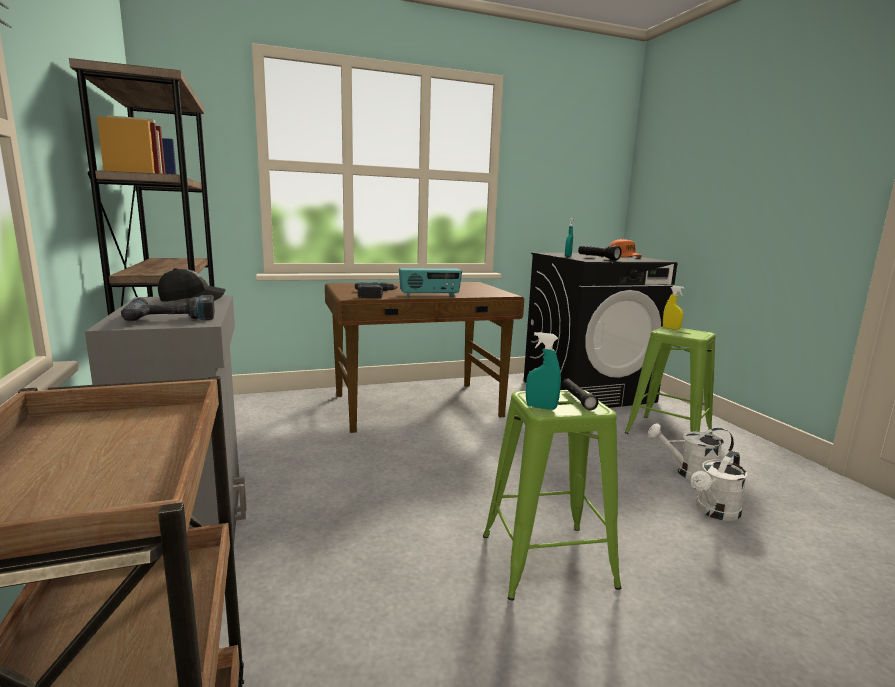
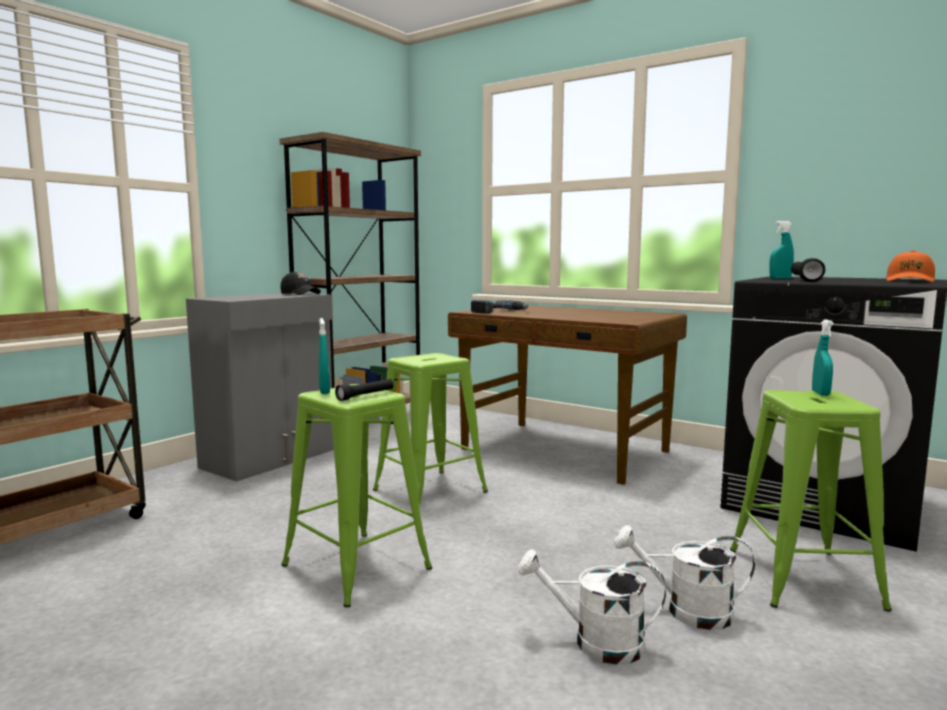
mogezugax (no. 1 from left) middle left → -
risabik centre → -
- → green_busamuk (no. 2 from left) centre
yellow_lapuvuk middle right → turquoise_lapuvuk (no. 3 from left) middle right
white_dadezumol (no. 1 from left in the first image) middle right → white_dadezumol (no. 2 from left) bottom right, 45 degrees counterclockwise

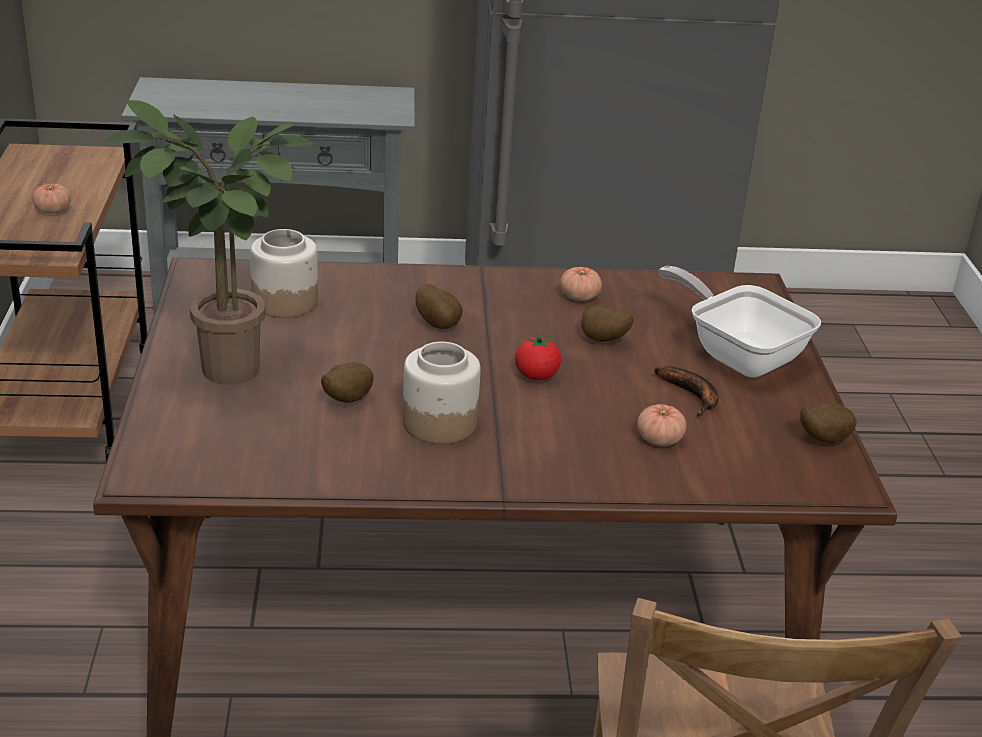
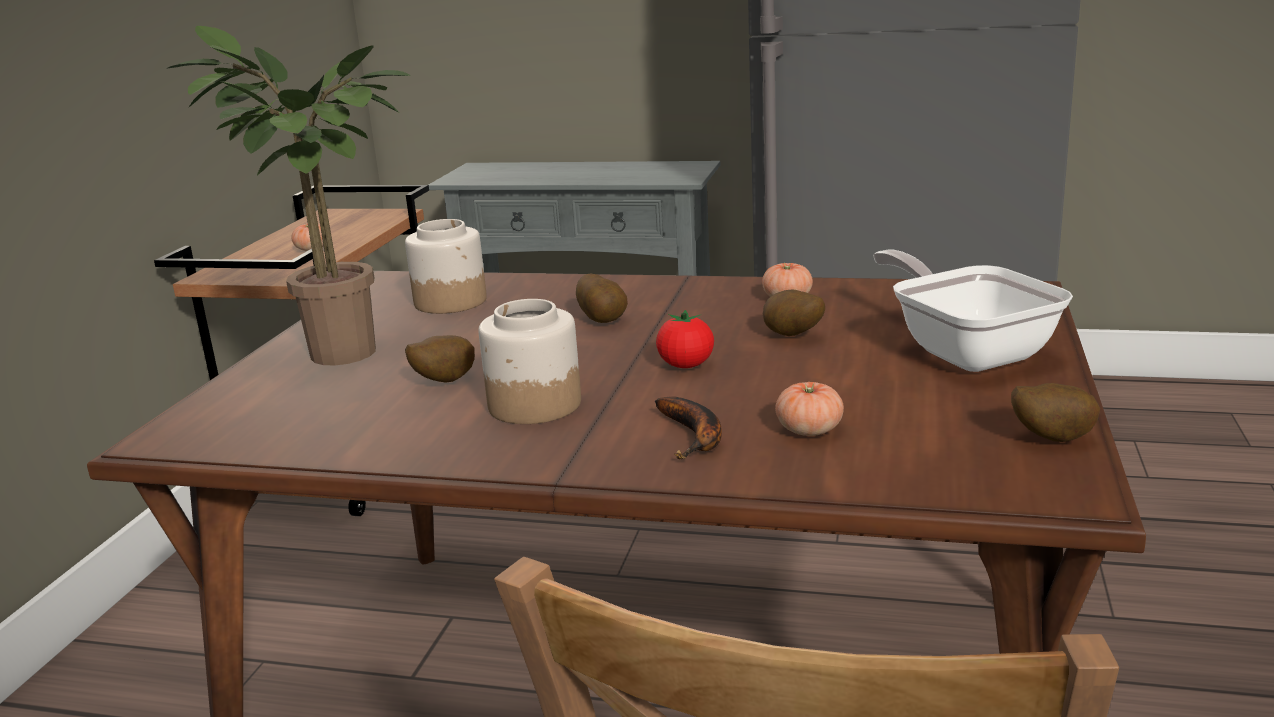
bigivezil middle right → bigivezil centre, relocated

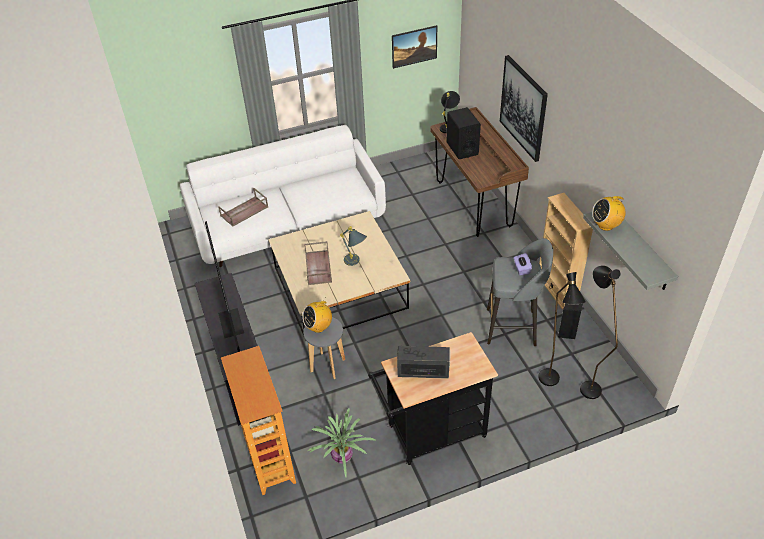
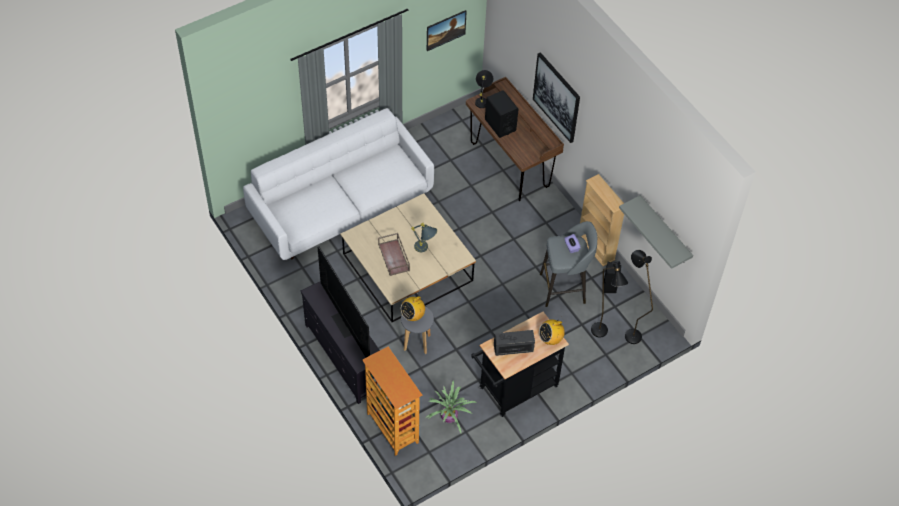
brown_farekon (no. 1 from left) middle left → -
risabik (no. 3 from left) middle right → risabik (no. 3 from left) centre, relocated

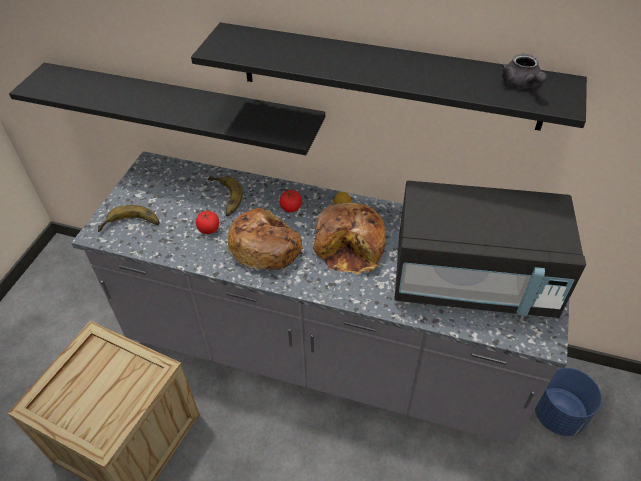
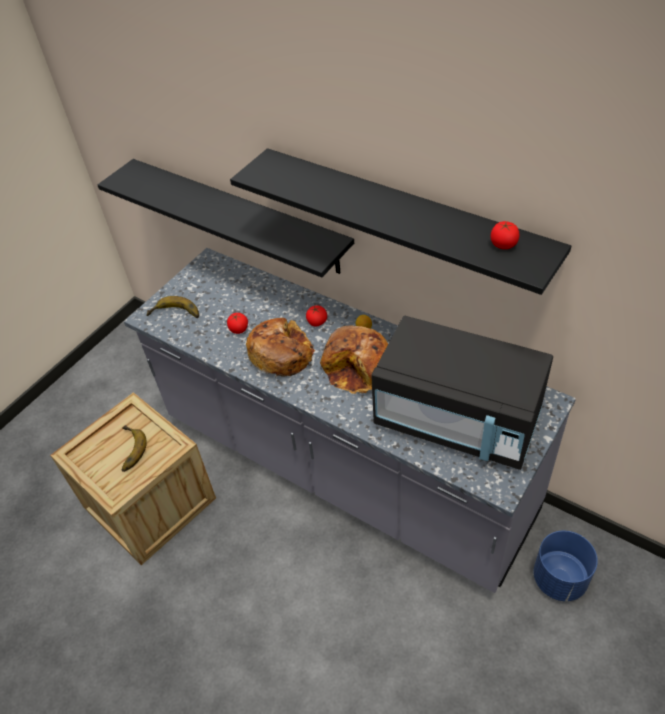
bigivezil (no. 2 from left in the first image) centre → bigivezil (no. 1 from left) middle left, relocated
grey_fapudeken top right → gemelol (no. 3 from left) top right

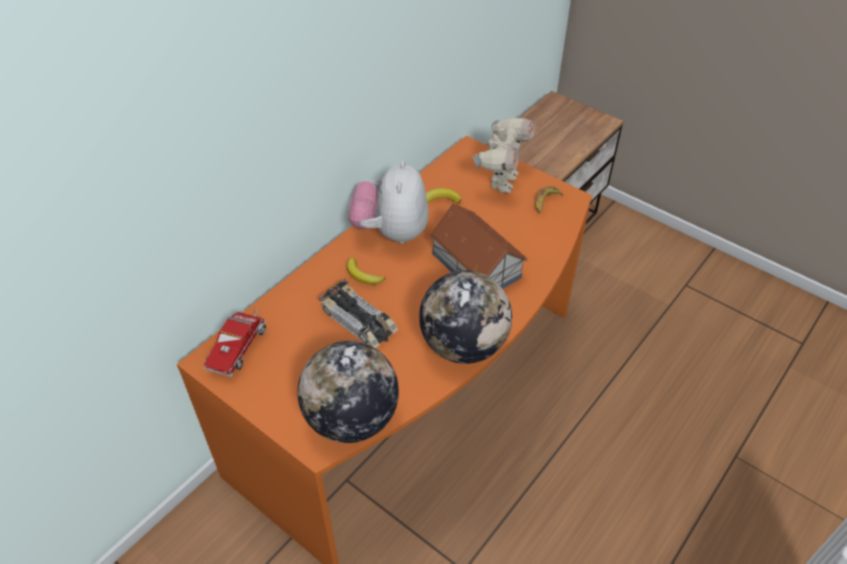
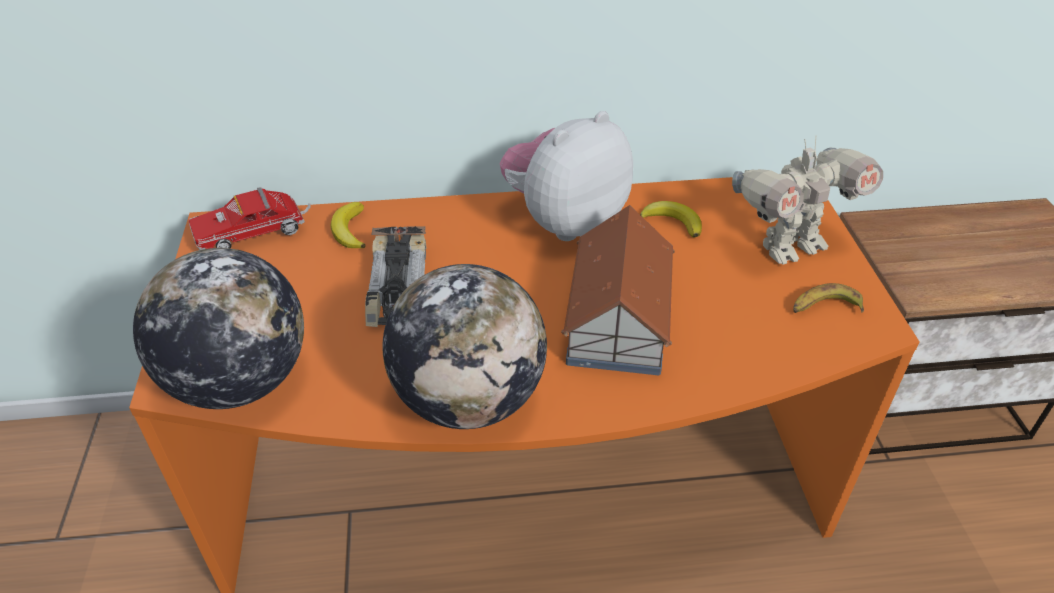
bigivezil (no. 1 from left) centre → bigivezil (no. 1 from left) middle left, relocated

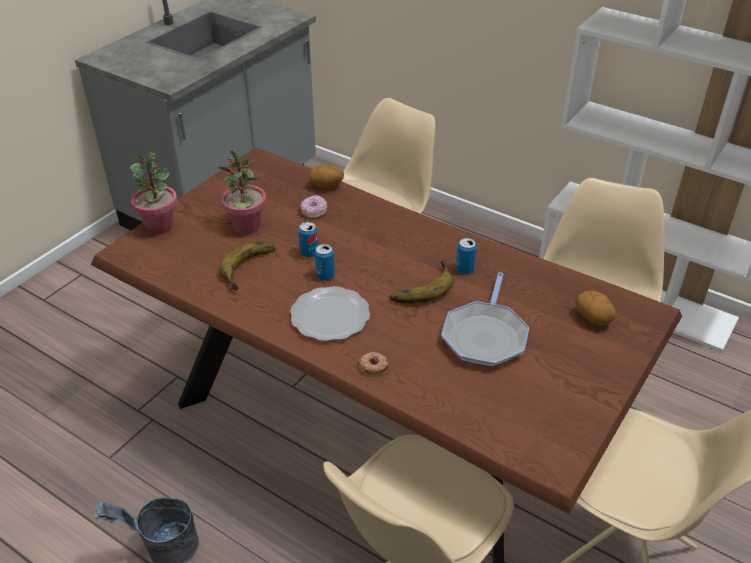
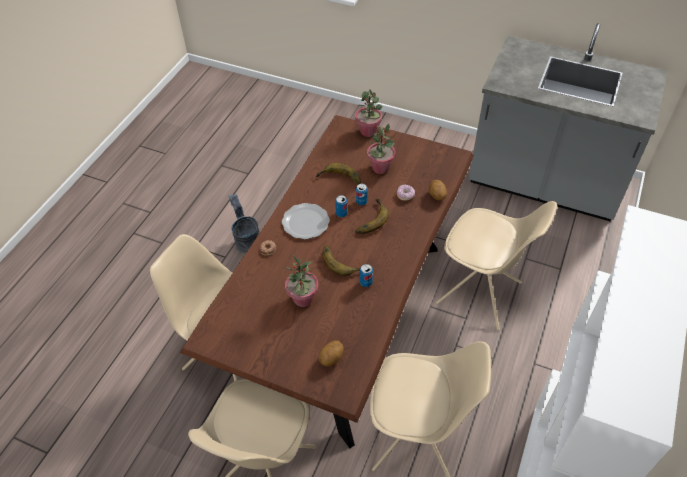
- → bigivezil (no. 3 from left) centre
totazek centre → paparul (no. 1 from left) centre

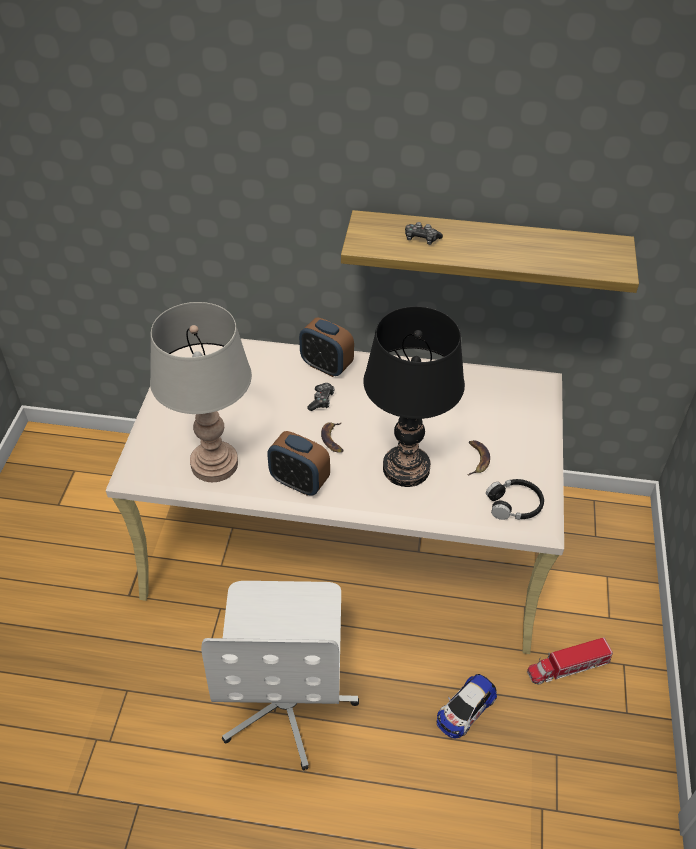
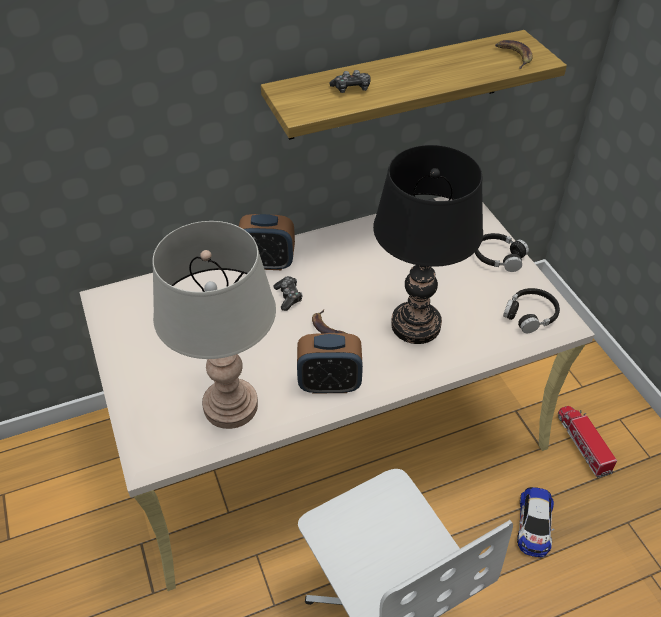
- → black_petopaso (no. 1 from left) middle right
bigivezil (no. 2 from left) middle right → bigivezil (no. 2 from left) top right, relocated
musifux bottom right, 120 degrees clockwise

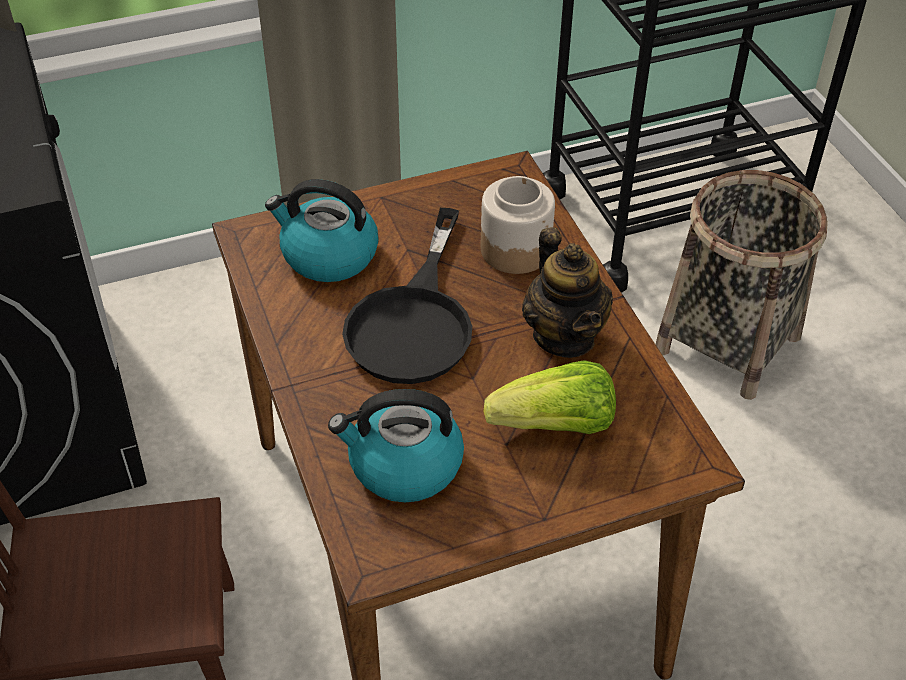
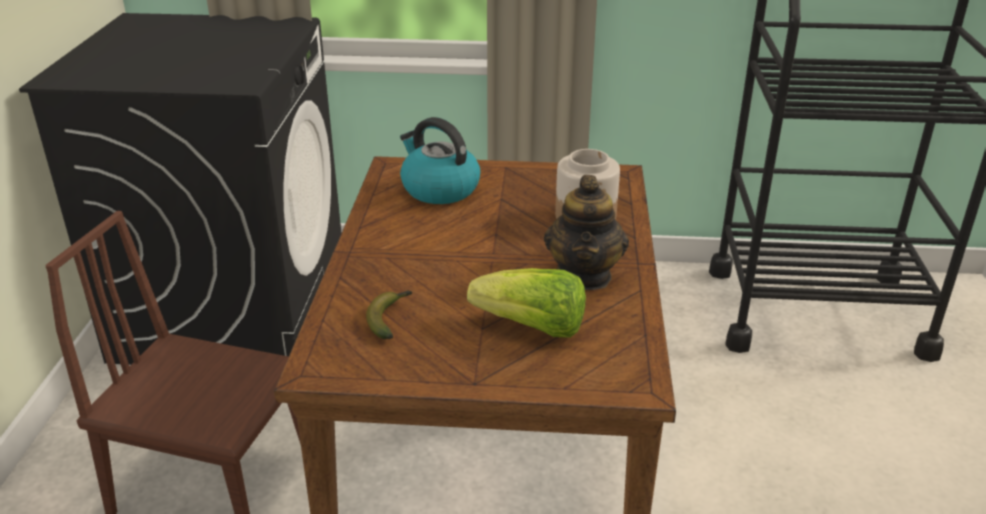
black_totazek centre → -
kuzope middle right → -
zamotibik (no. 2 from left) centre → bigivezil centre

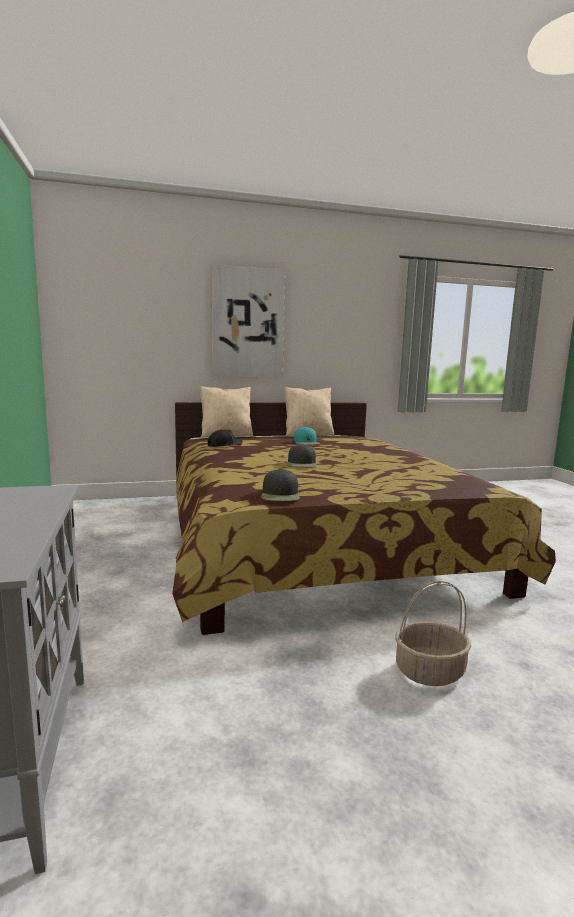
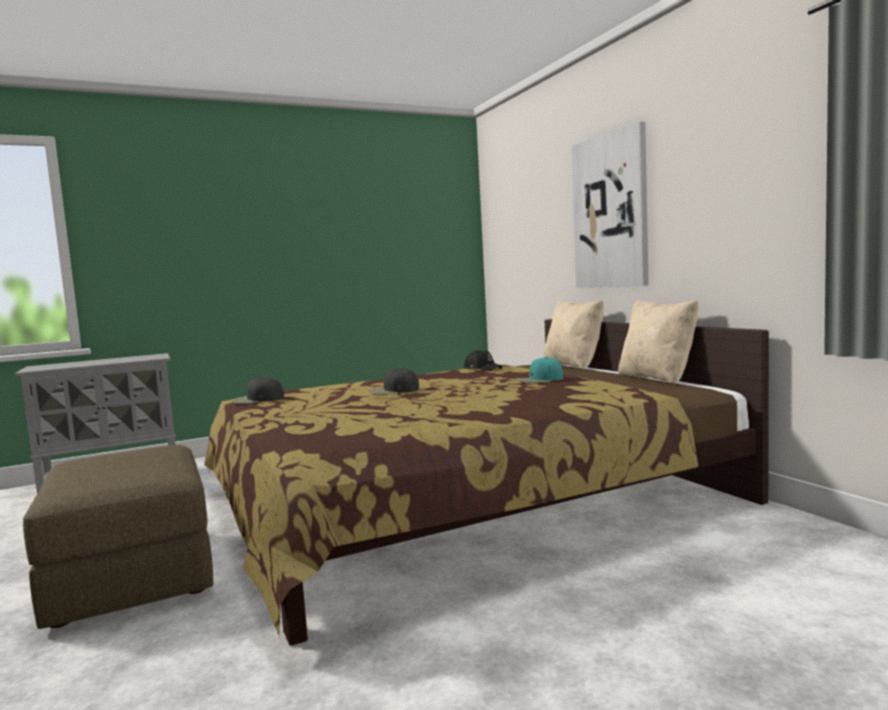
kuzope bottom right → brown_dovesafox bottom left

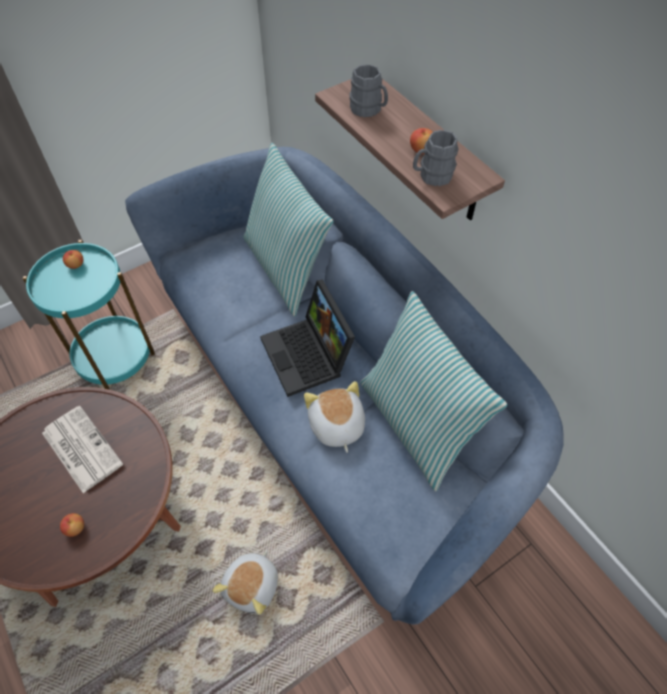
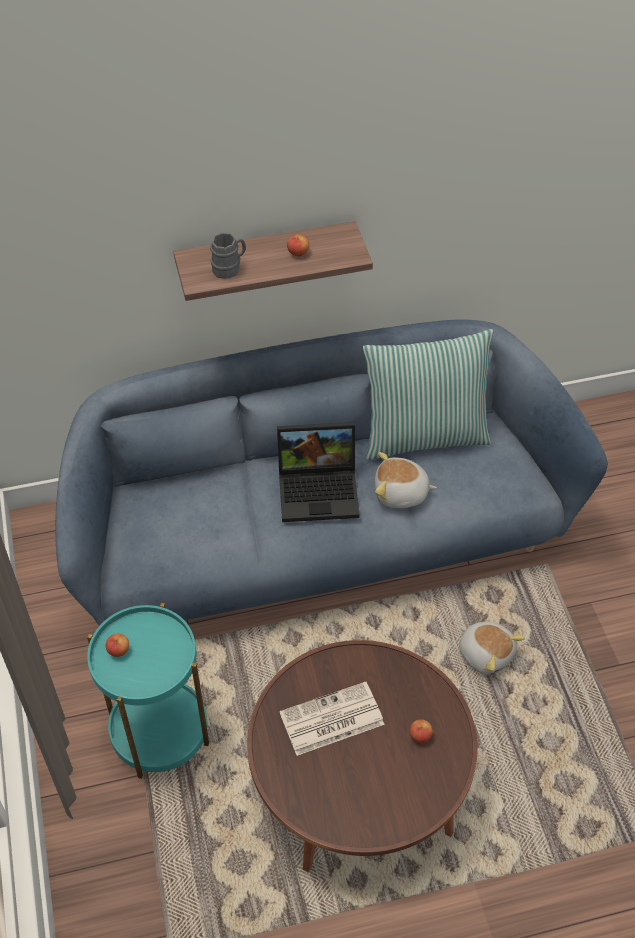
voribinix (no. 1 from left) top centre → -
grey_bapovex (no. 2 from left) top centre → -

